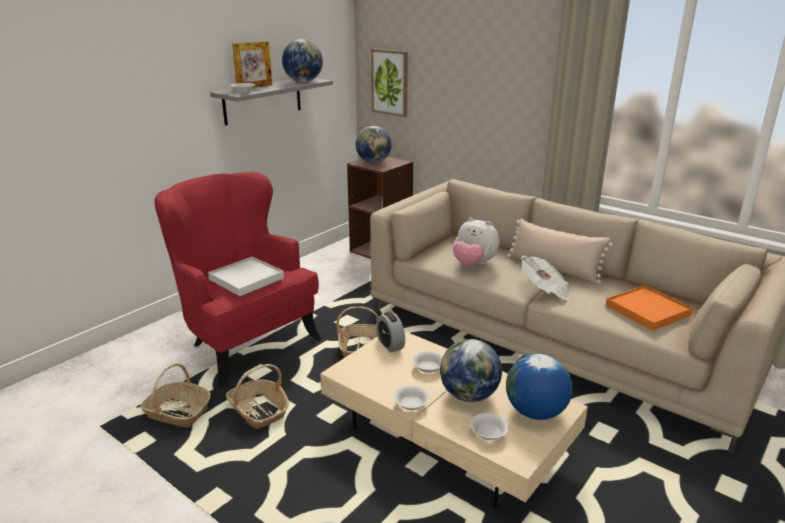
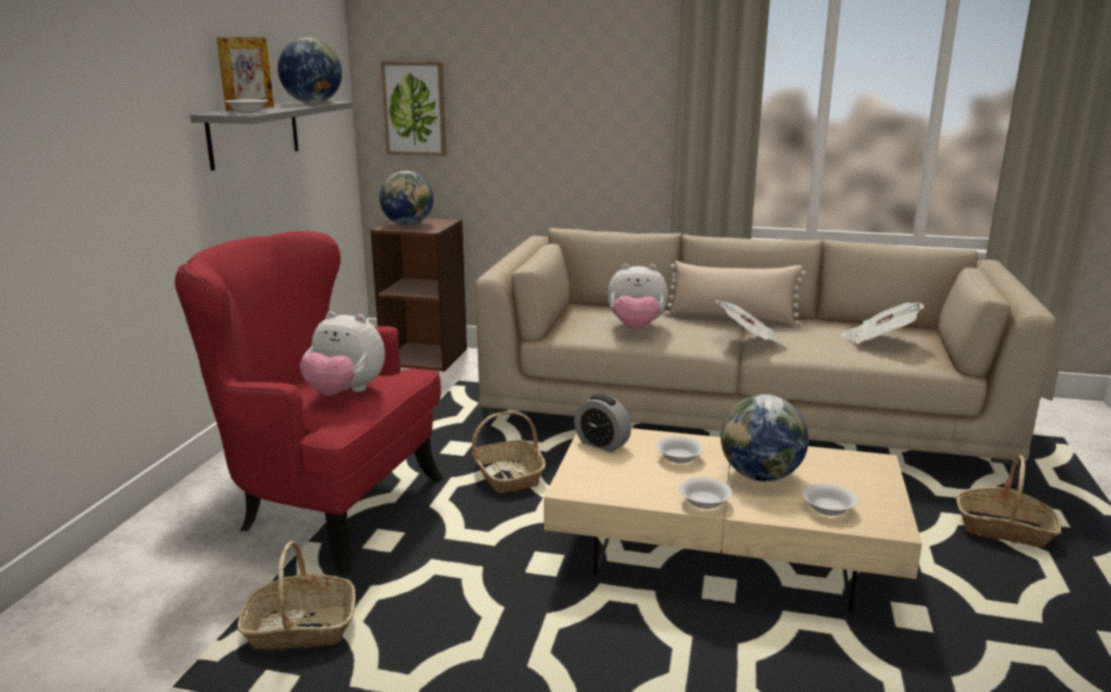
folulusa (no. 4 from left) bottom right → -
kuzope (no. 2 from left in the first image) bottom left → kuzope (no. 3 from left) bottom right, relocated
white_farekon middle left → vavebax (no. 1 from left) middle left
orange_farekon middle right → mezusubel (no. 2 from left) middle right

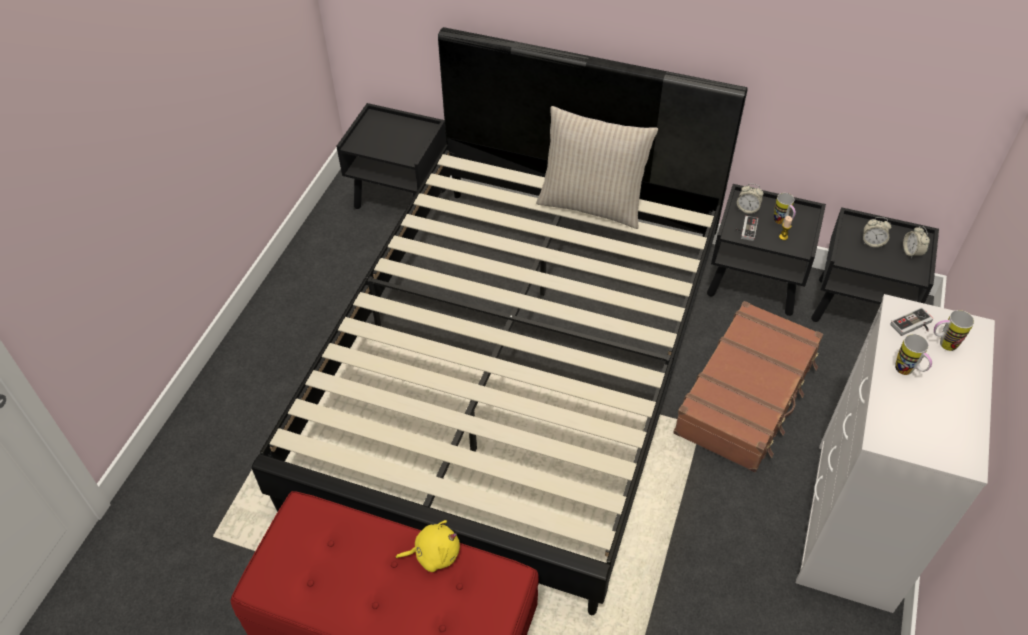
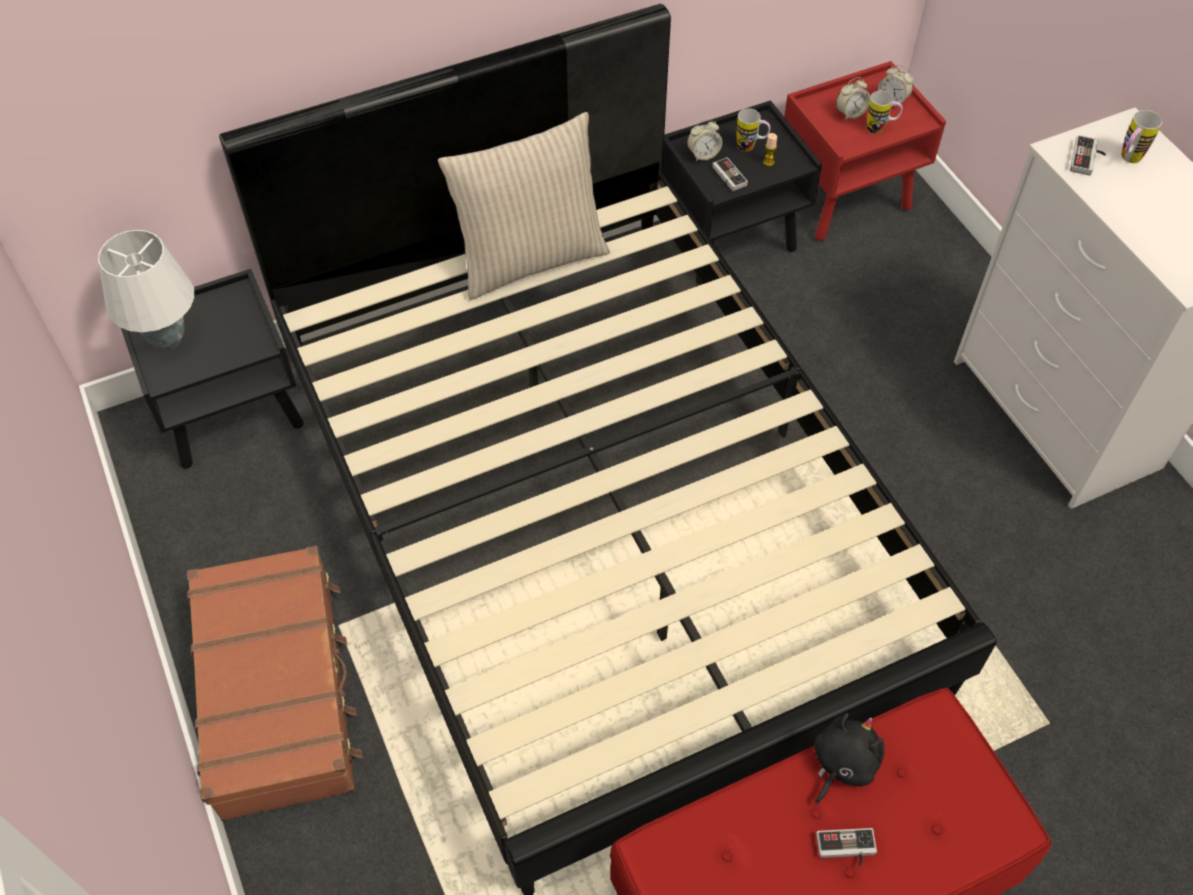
- → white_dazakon top left
- → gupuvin (no. 2 from left) bottom right
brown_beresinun middle right → brown_beresinun bottom left, relocated
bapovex (no. 2 from left) middle right → bapovex (no. 2 from left) top right, relocated
yellow_vavebax bottom centre → black_vavebax bottom right
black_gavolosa (no. 3 from left) middle right → red_gavolosa top right

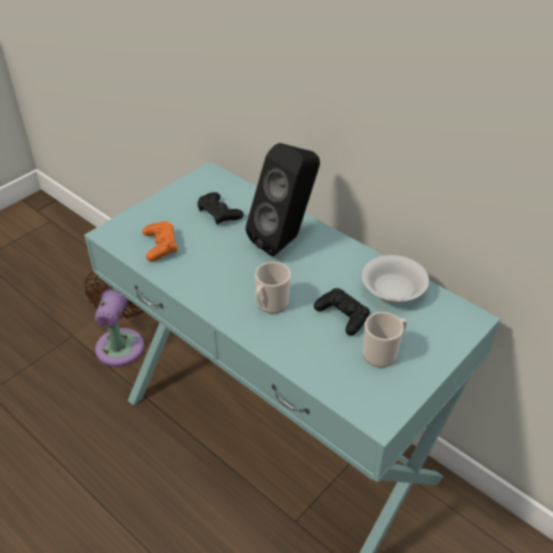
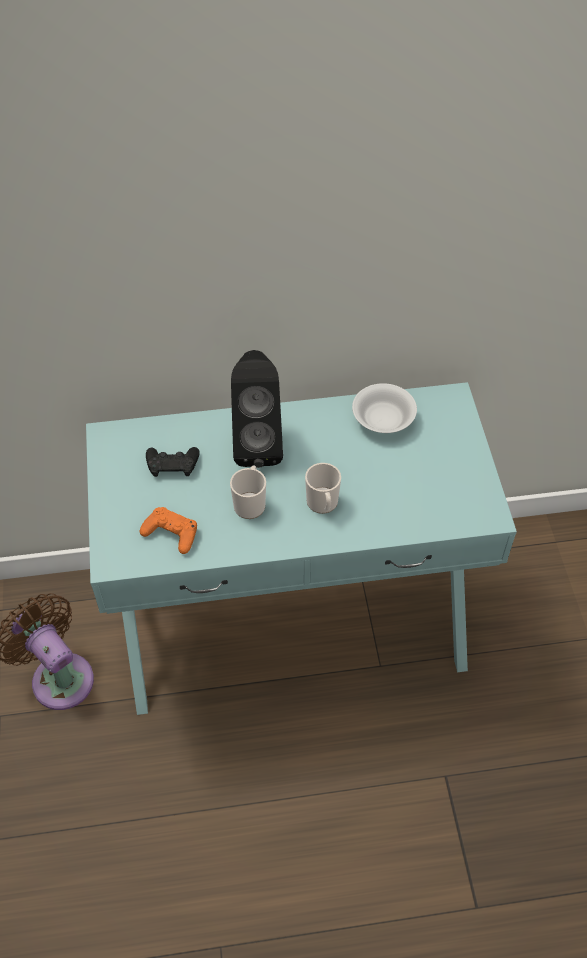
black_gupuvin (no. 2 from left) centre → -
bapovex (no. 2 from left in the first image) middle right → bapovex (no. 1 from left) centre, relocated

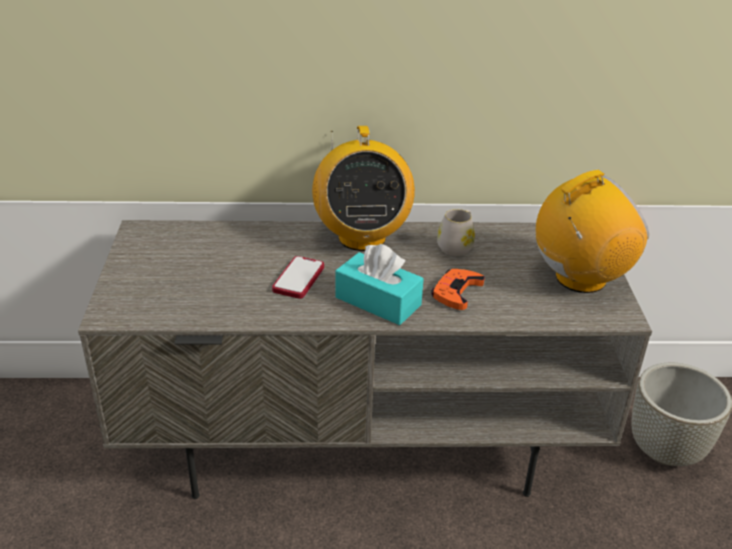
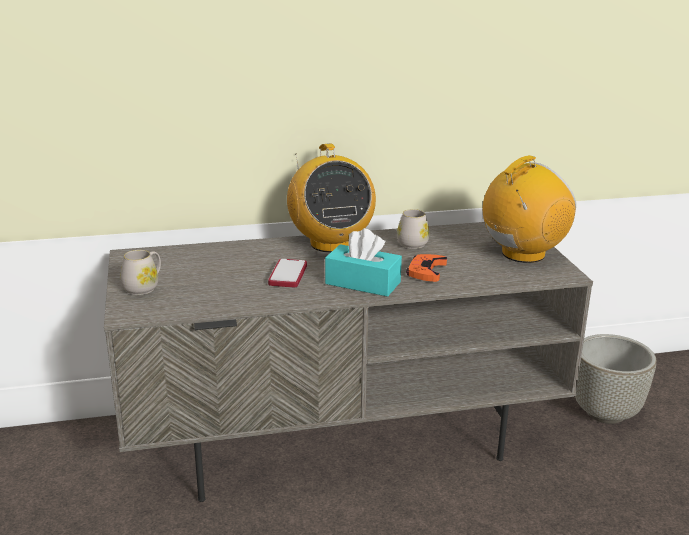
- → white_bapovex (no. 1 from left) middle left

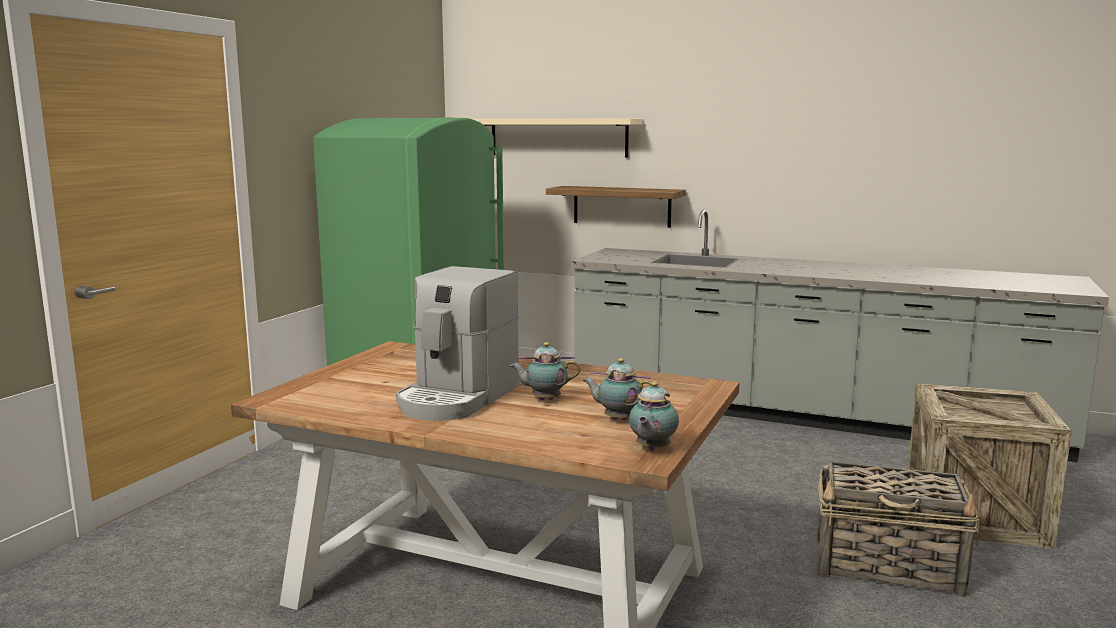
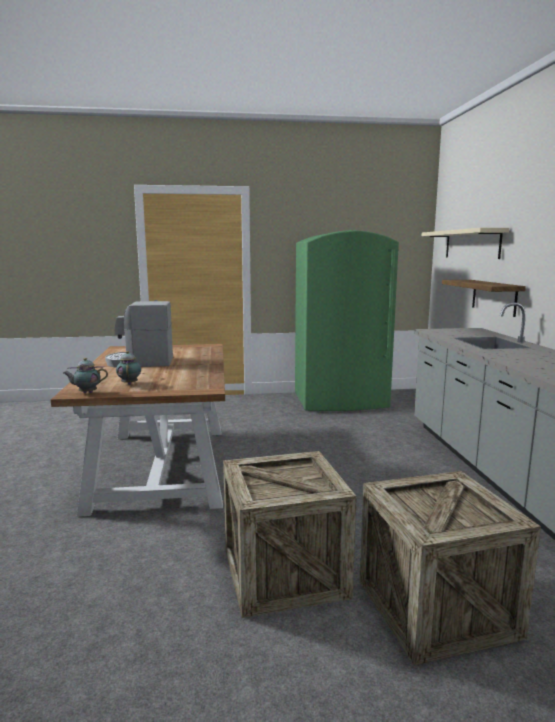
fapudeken (no. 1 from left) centre → -
kuzope bottom right → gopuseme (no. 1 from left) bottom centre

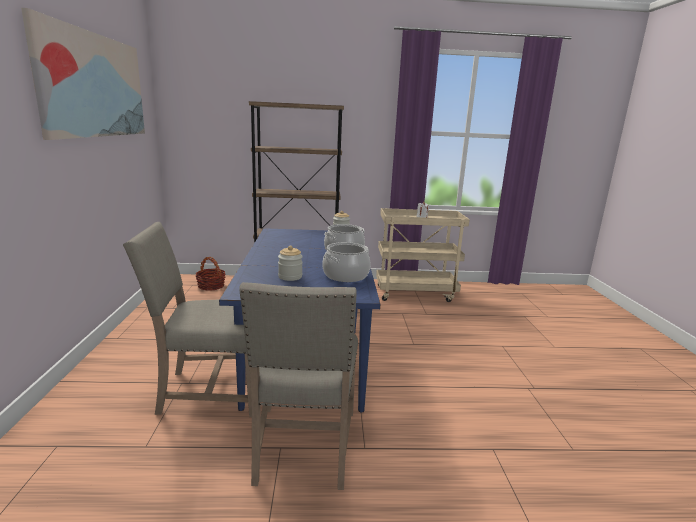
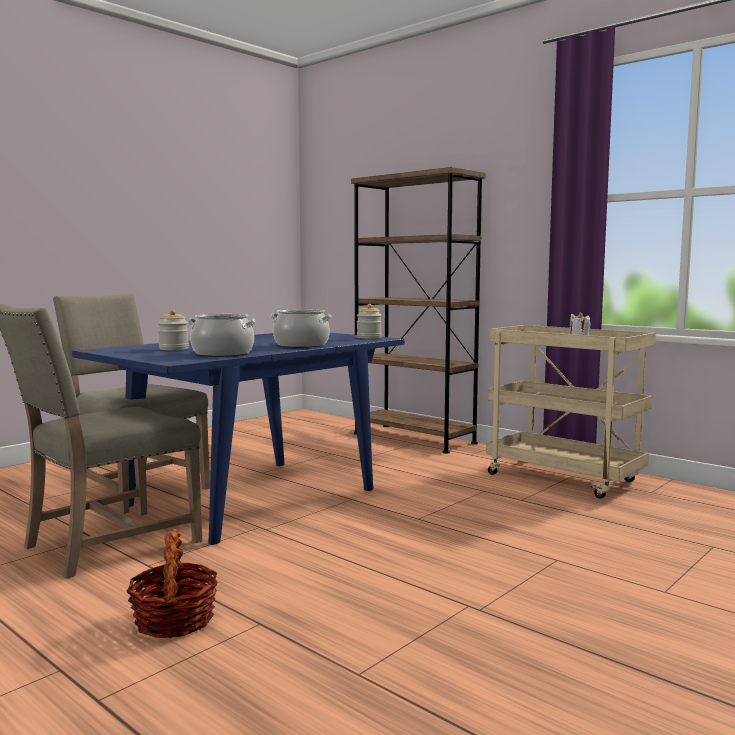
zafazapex top left → -
kuzope middle left → kuzope bottom left, relocated

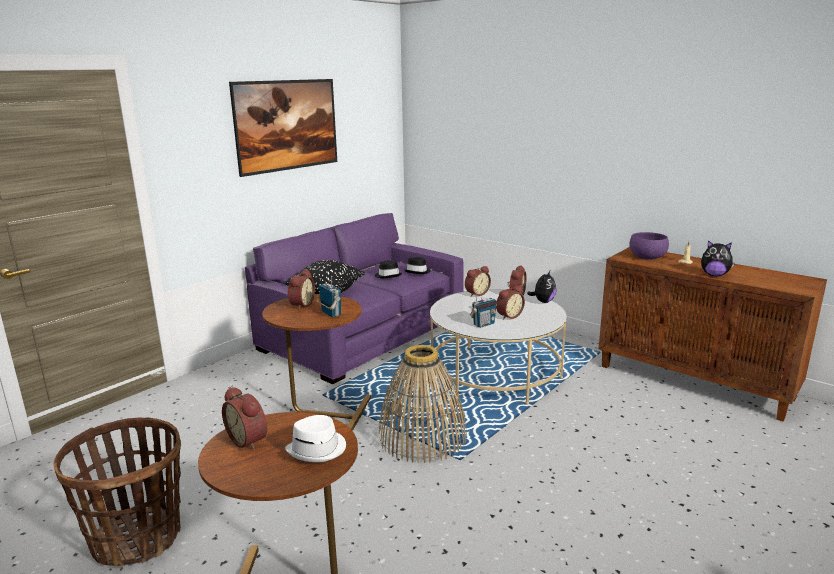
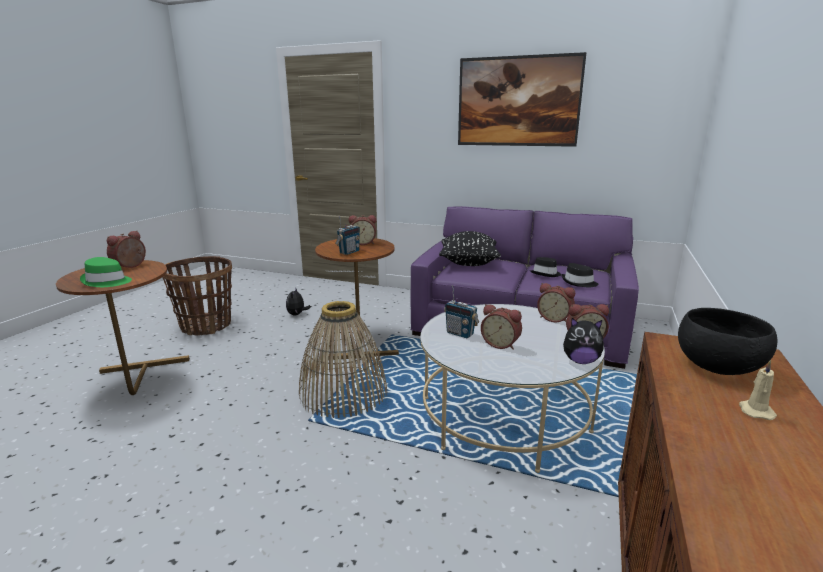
vavebax (no. 2 from left in the first image) middle right → vavebax (no. 1 from left) centre, relocated
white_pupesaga bottom centre → green_pupesaga middle left
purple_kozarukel middle right → black_kozarukel middle right

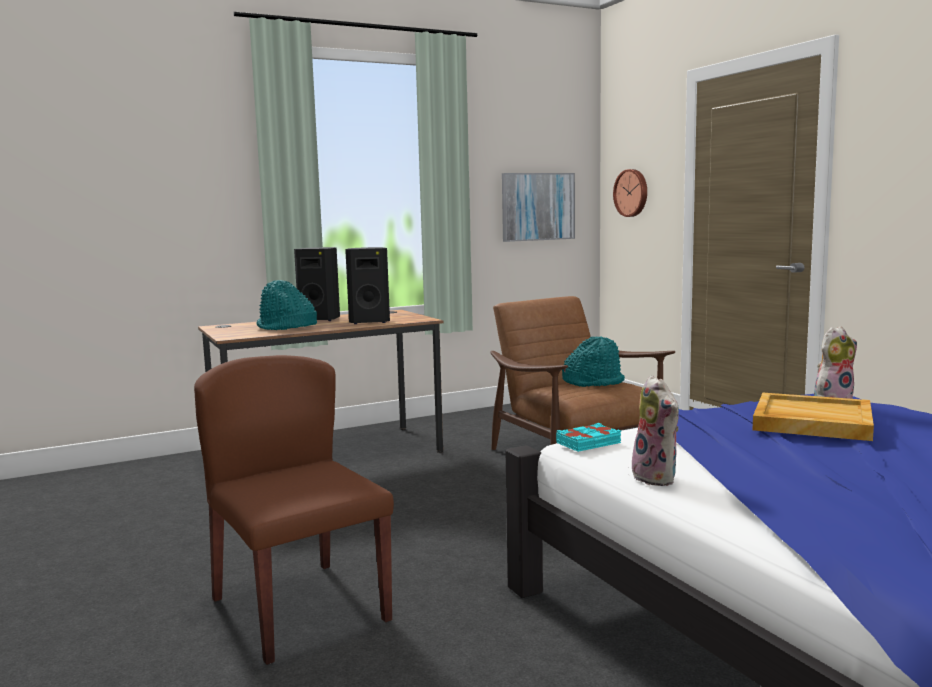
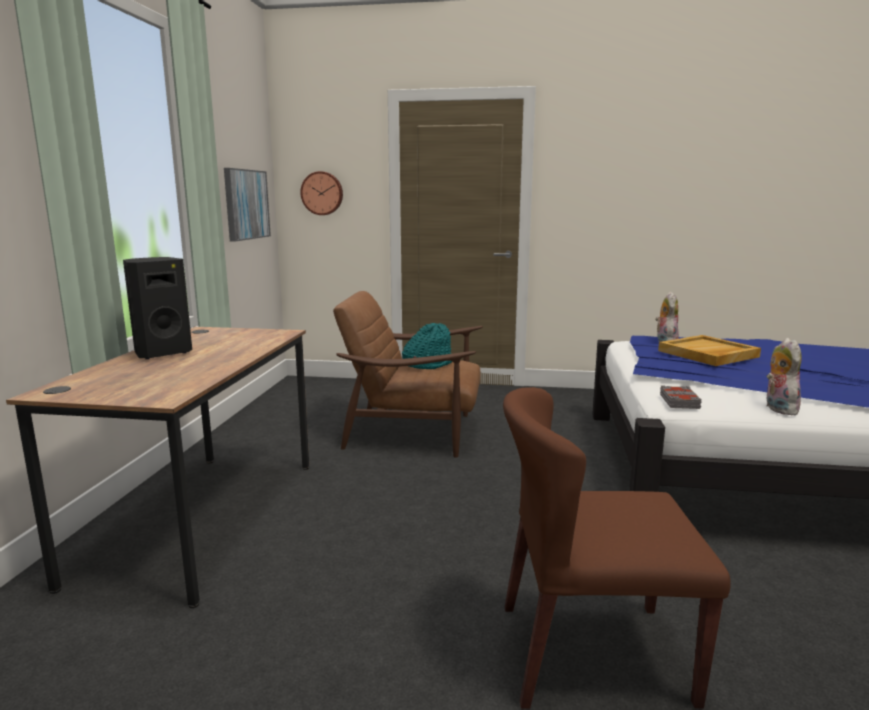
turquoise_pupesaga (no. 1 from left) middle left → -
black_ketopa (no. 2 from left) centre → -
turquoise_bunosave centre → grey_bunosave middle right
vavebax (no. 1 from left in the first image) middle right → vavebax (no. 2 from left) middle right, 105 degrees counterclockwise

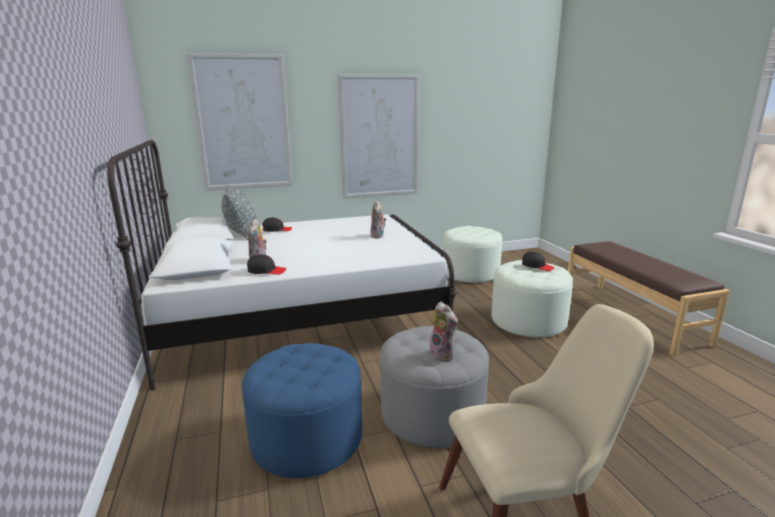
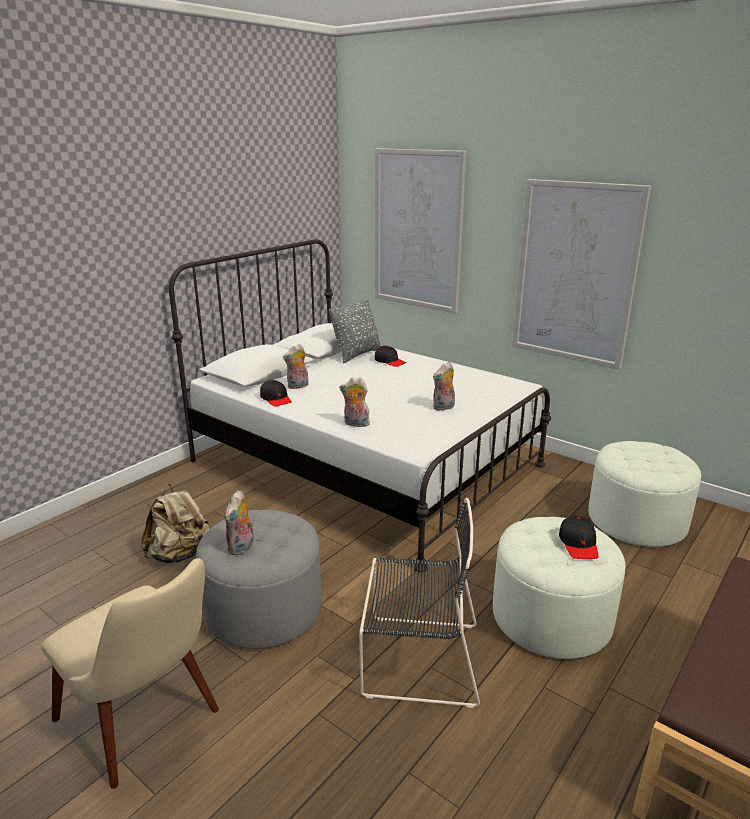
- → vavebax (no. 3 from left) centre
- → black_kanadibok bottom centre
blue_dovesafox bottom centre → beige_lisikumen middle left

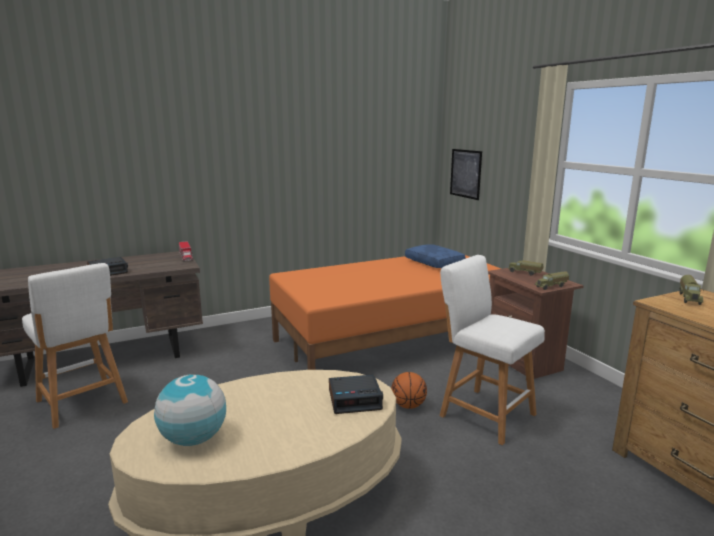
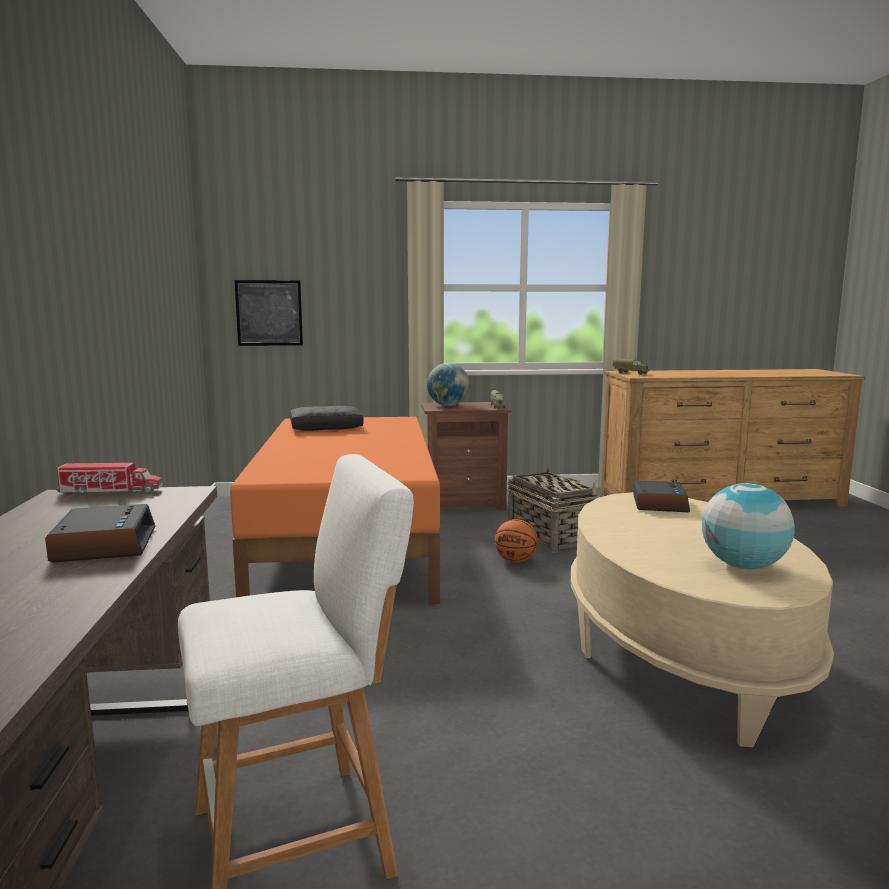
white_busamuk (no. 2 from left) middle right → kuzope centre
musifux (no. 2 from left) middle right → folulusa (no. 1 from left) centre
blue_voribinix centre → black_voribinix centre

